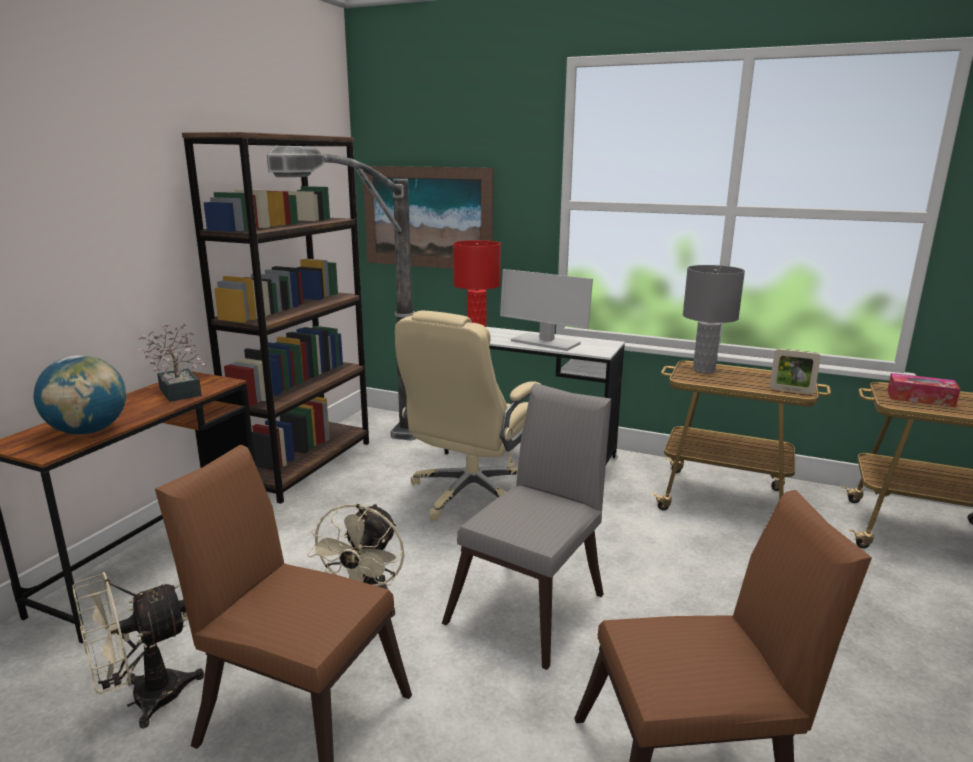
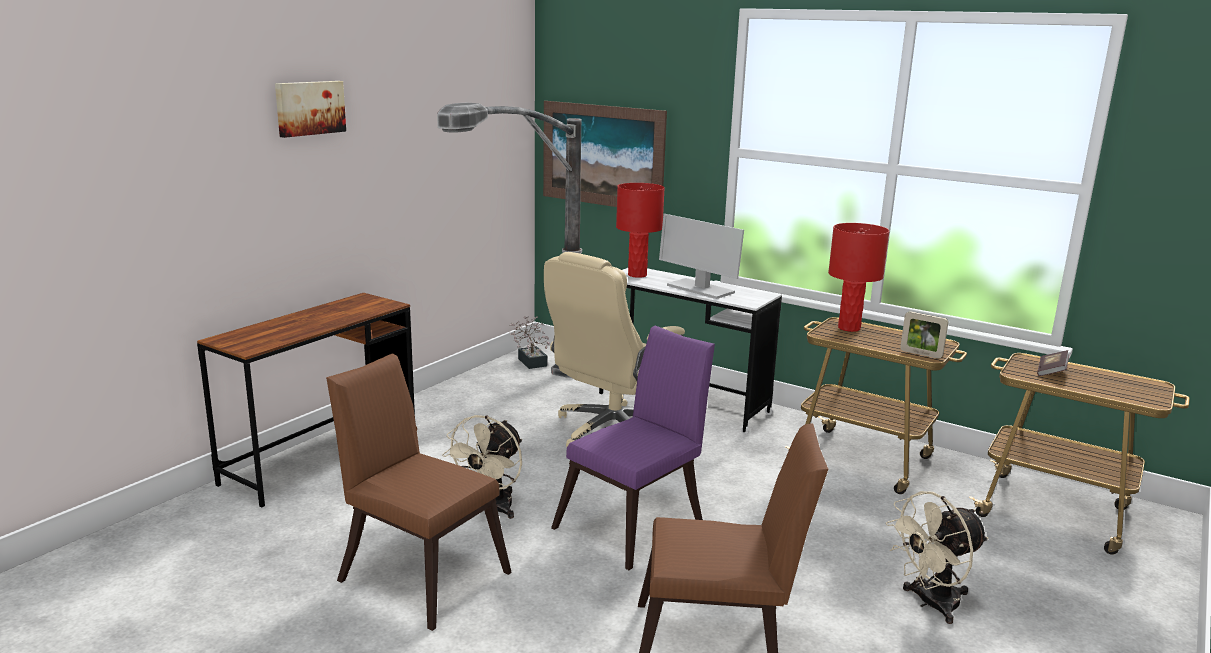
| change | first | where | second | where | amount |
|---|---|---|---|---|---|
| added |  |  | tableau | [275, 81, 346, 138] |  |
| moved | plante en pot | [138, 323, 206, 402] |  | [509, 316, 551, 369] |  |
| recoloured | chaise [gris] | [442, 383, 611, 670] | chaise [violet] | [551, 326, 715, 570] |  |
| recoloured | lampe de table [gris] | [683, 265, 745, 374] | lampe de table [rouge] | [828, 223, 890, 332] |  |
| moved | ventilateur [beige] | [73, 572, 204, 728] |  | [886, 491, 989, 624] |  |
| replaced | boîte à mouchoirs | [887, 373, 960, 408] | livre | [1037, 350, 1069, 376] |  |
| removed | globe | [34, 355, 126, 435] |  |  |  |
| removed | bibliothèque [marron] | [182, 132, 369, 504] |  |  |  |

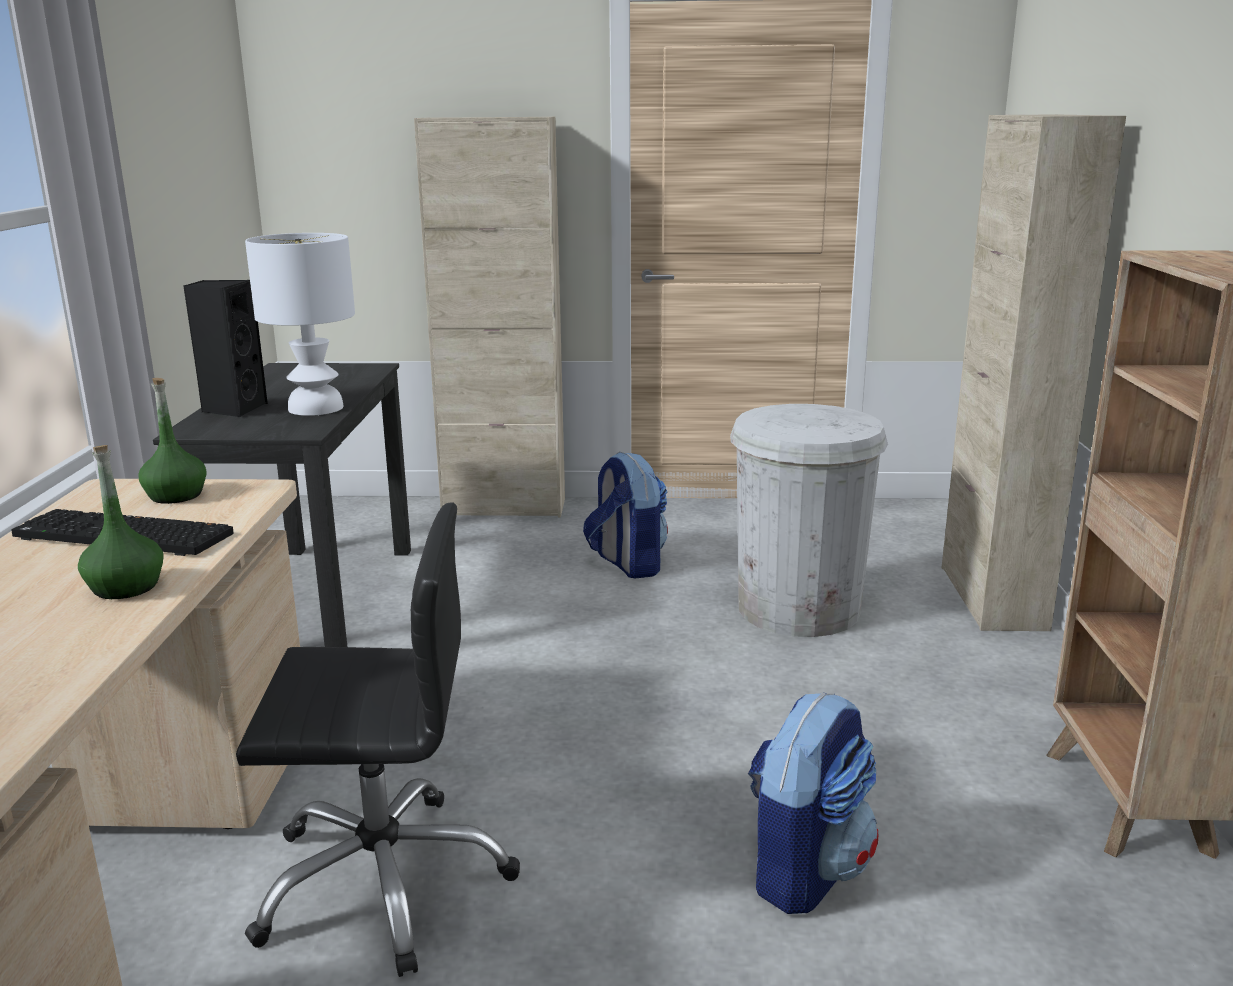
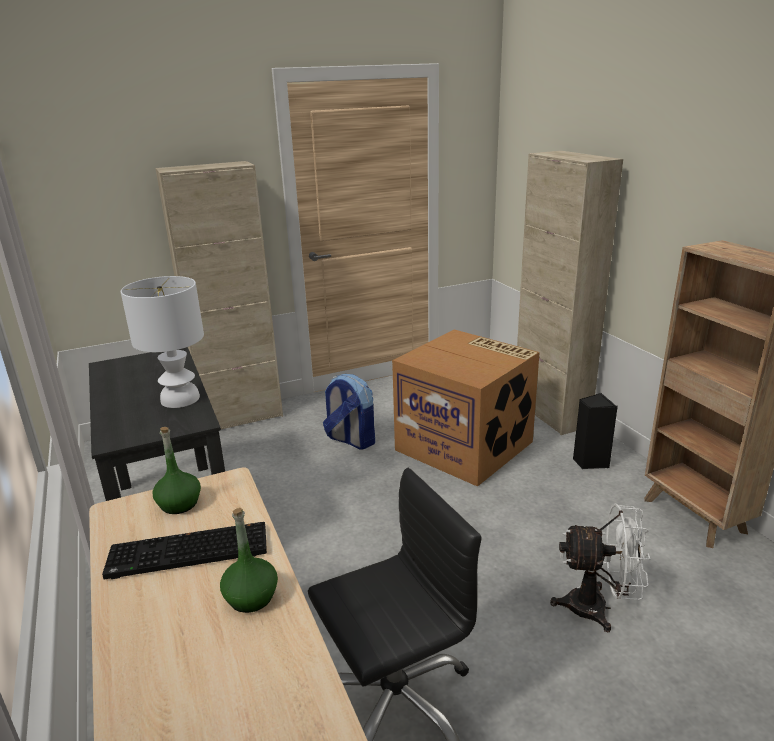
| change | first | where | second | where | amount |
|---|---|---|---|---|---|
| replaced | poubelle [blanc] | [730, 404, 888, 637] | carton | [392, 329, 540, 487] |  |
| replaced | sac à dos | [748, 692, 878, 914] | ventilateur [blanc] | [550, 503, 651, 633] |  |
| moved | enceinte [noir] | [183, 280, 268, 417] |  | [573, 393, 618, 469] |  |

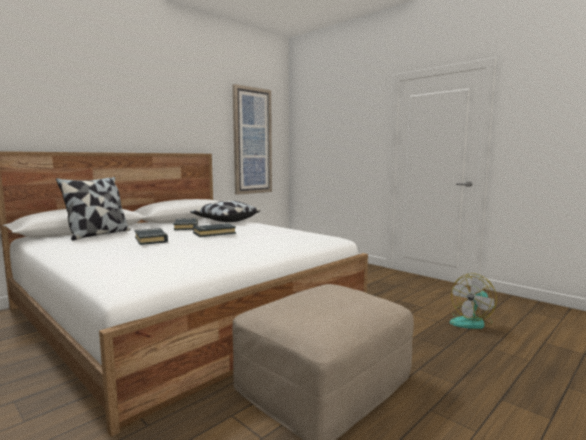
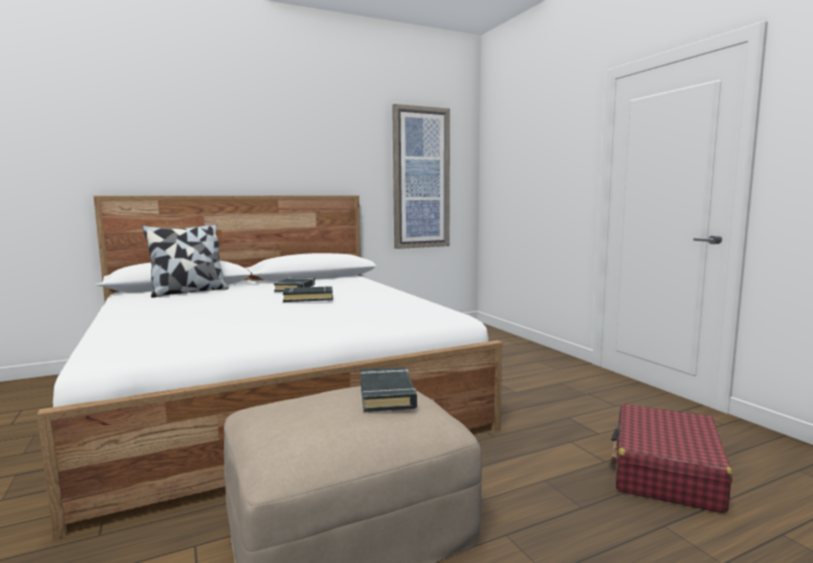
| change | first | where | second | where | amount |
|---|---|---|---|---|---|
| moved | livre [noir] | [135, 228, 168, 245] |  | [360, 367, 417, 412] |  |
| replaced | ventilateur | [450, 274, 497, 329] | valise [rouge] | [611, 404, 732, 513] |  |
| removed | coussin | [190, 201, 260, 222] |  |  |  |

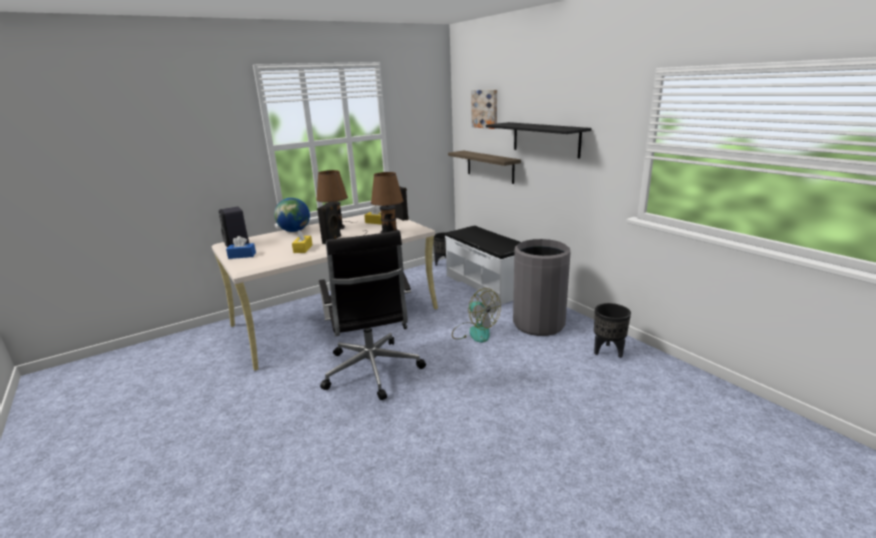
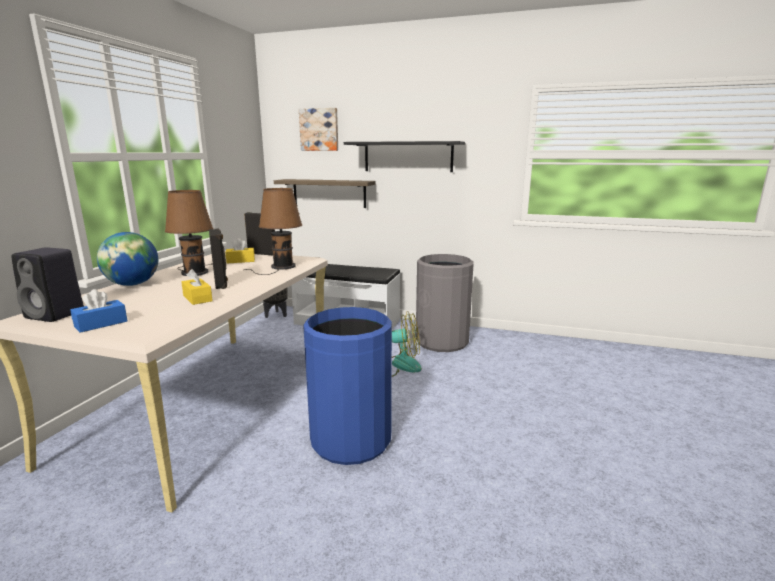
| change | first | where | second | where | amount |
|---|---|---|---|---|---|
| replaced | chaise de bureau [noir] | [319, 230, 426, 400] | poubelle [bleu] | [303, 307, 392, 465] |  |
| removed | cache-pot [noir] | [594, 303, 631, 358] |  |  |  |

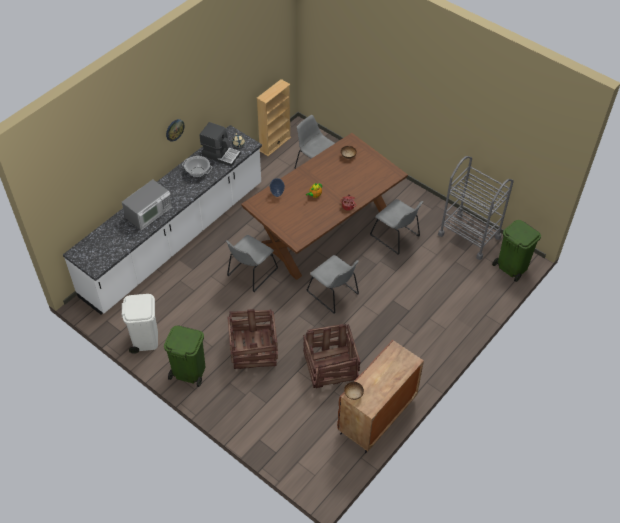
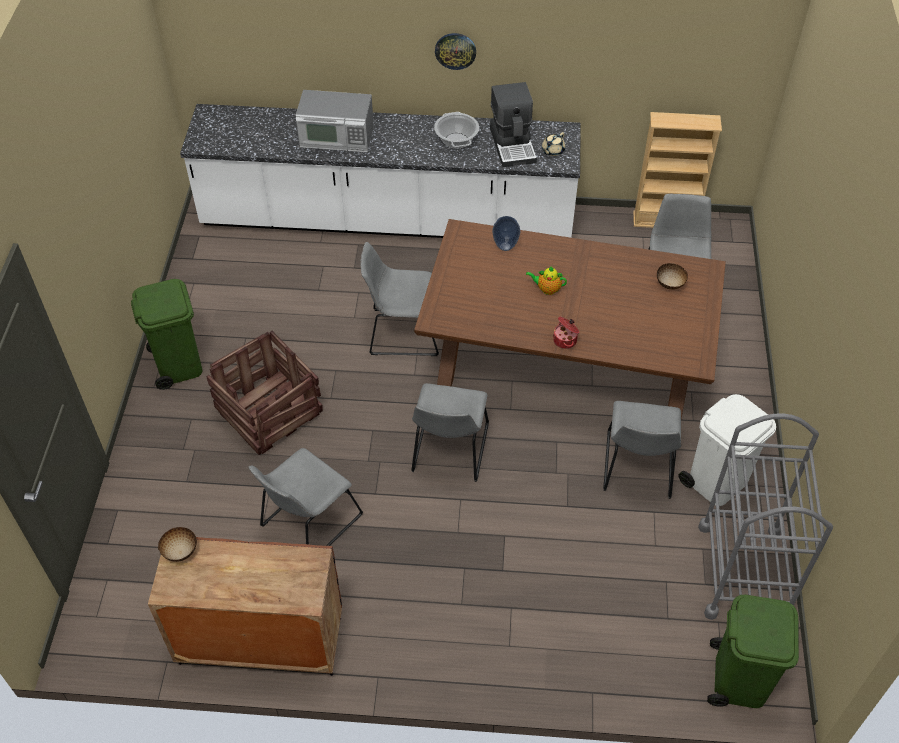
| change | first | where | second | where | amount |
|---|---|---|---|---|---|
| replaced | caisse | [303, 324, 360, 388] | chaise [gris] | [248, 448, 363, 546] |  |
| moved | poubelle [blanc] | [122, 294, 158, 354] |  | [679, 394, 776, 506] |  |

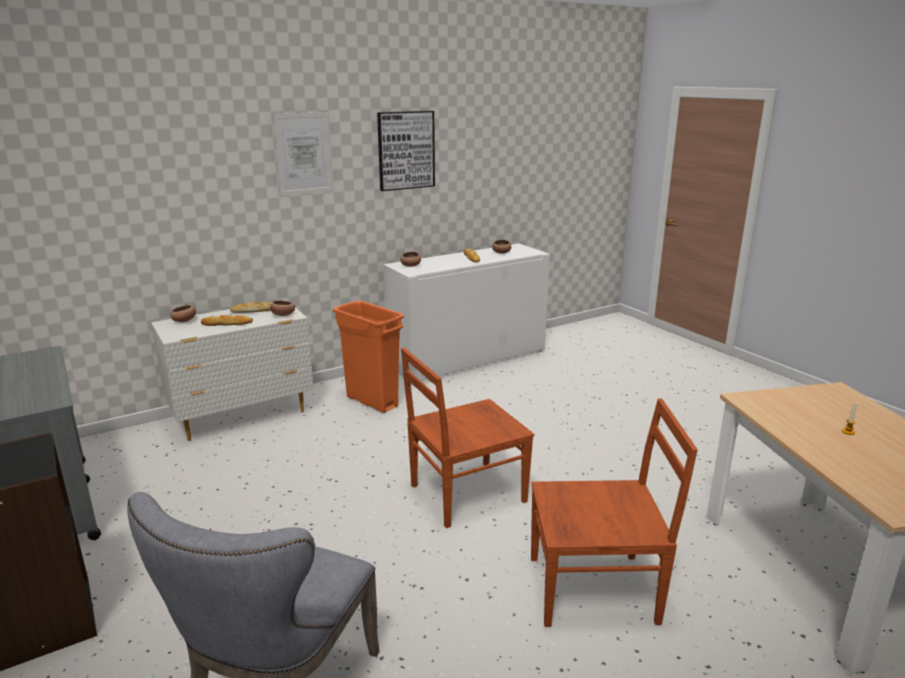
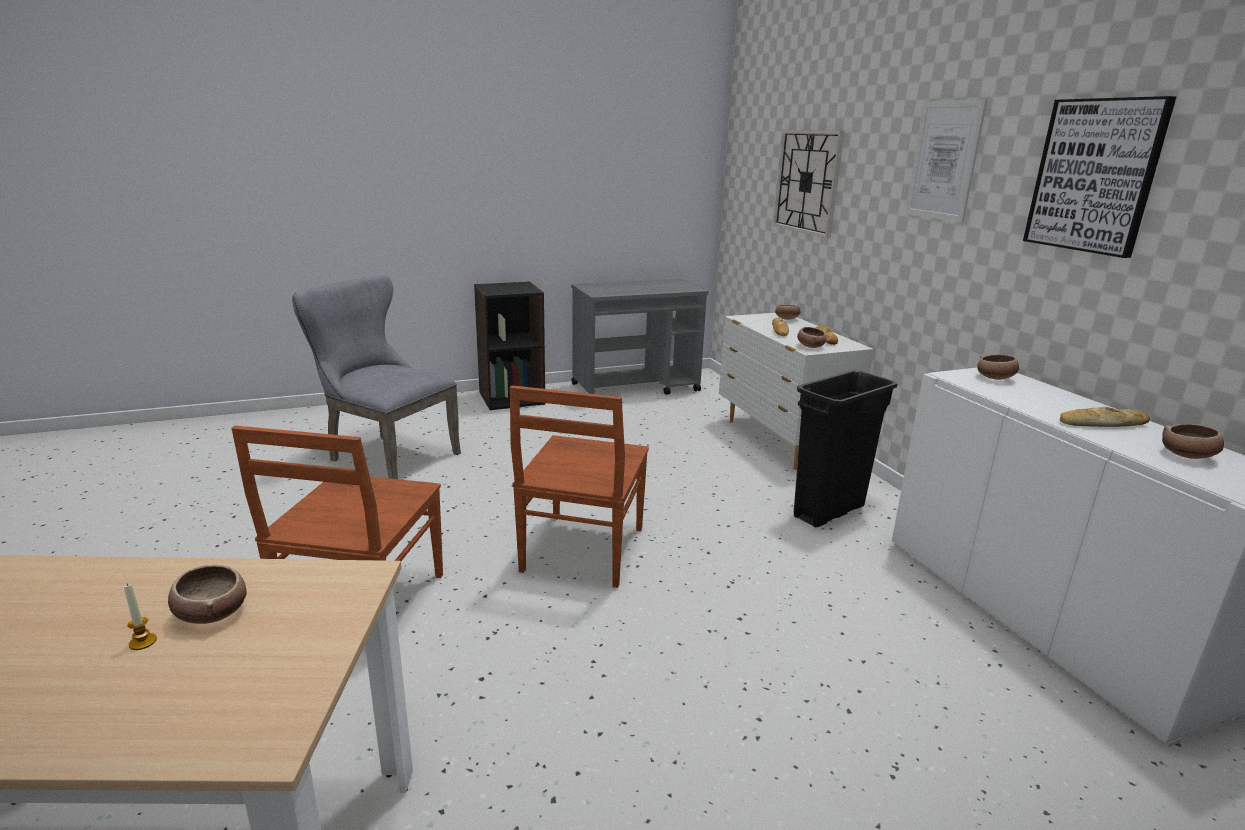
| change | first | where | second | where | amount |
|---|---|---|---|---|---|
| added |  |  | bol | [168, 565, 247, 624] |  |
| turned | chaise [marron] | [401, 347, 534, 528] |  | [510, 385, 649, 588] | 150 degrees counterclockwise |
| added |  |  | horloge murale | [773, 130, 844, 238] |  |
| recoloured | poubelle [orange] | [333, 301, 404, 413] | poubelle [noir] | [794, 370, 897, 527] |  |

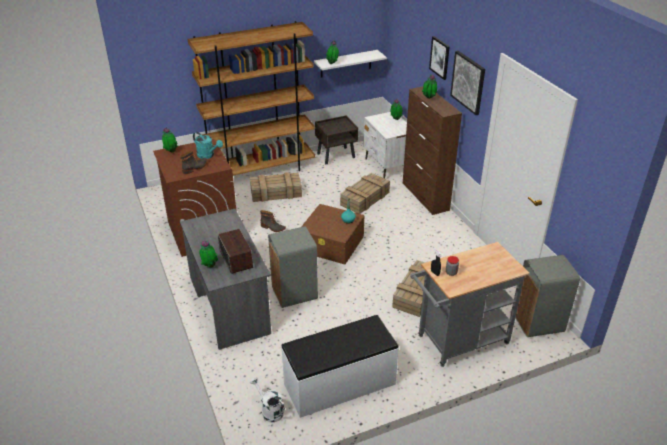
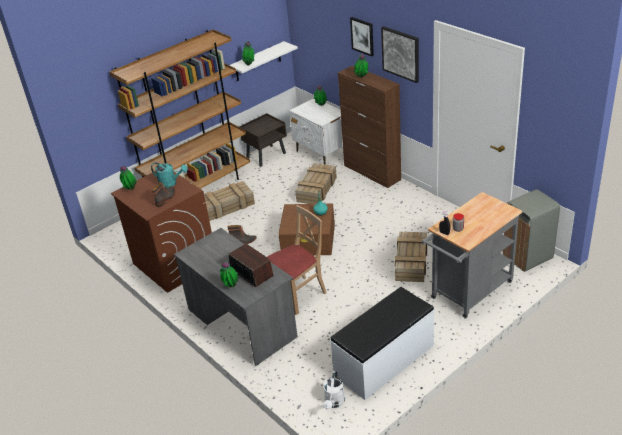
| change | first | where | second | where | amount |
|---|---|---|---|---|---|
| replaced | poubelle [gris] | [268, 226, 318, 308] | chaise [beige] | [267, 205, 326, 315] |  |
| turned | arrosoir [blanc] | [250, 377, 285, 422] |  | [323, 371, 345, 410] | 105 degrees counterclockwise |

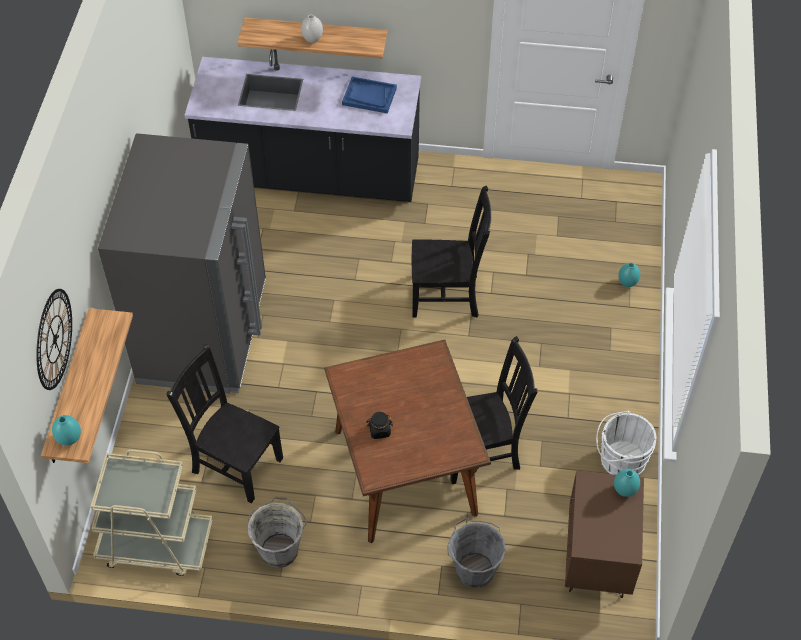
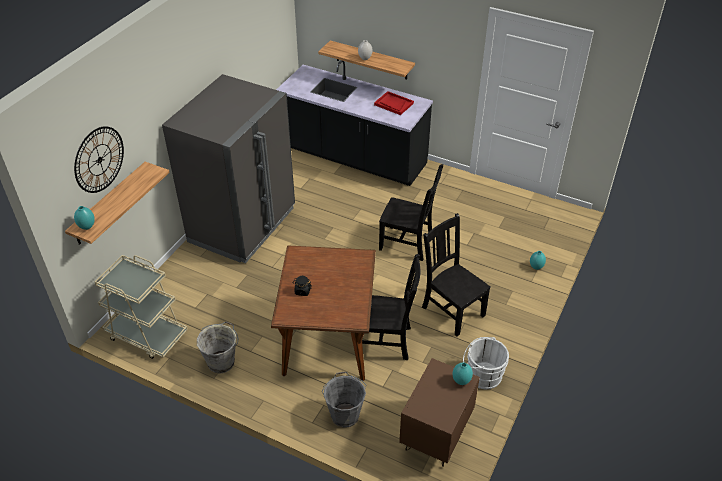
| change | first | where | second | where | amount |
|---|---|---|---|---|---|
| recoloured | plateau [bleu] | [342, 77, 397, 113] | plateau [rouge] | [374, 91, 414, 115] |  |
| moved | chaise [noir] | [166, 344, 283, 503] |  | [422, 213, 491, 336] |  |

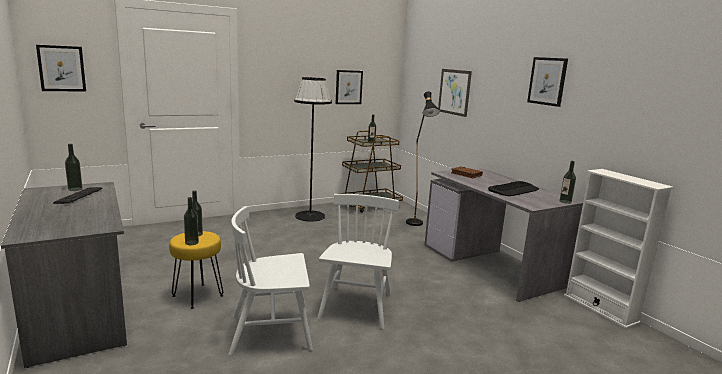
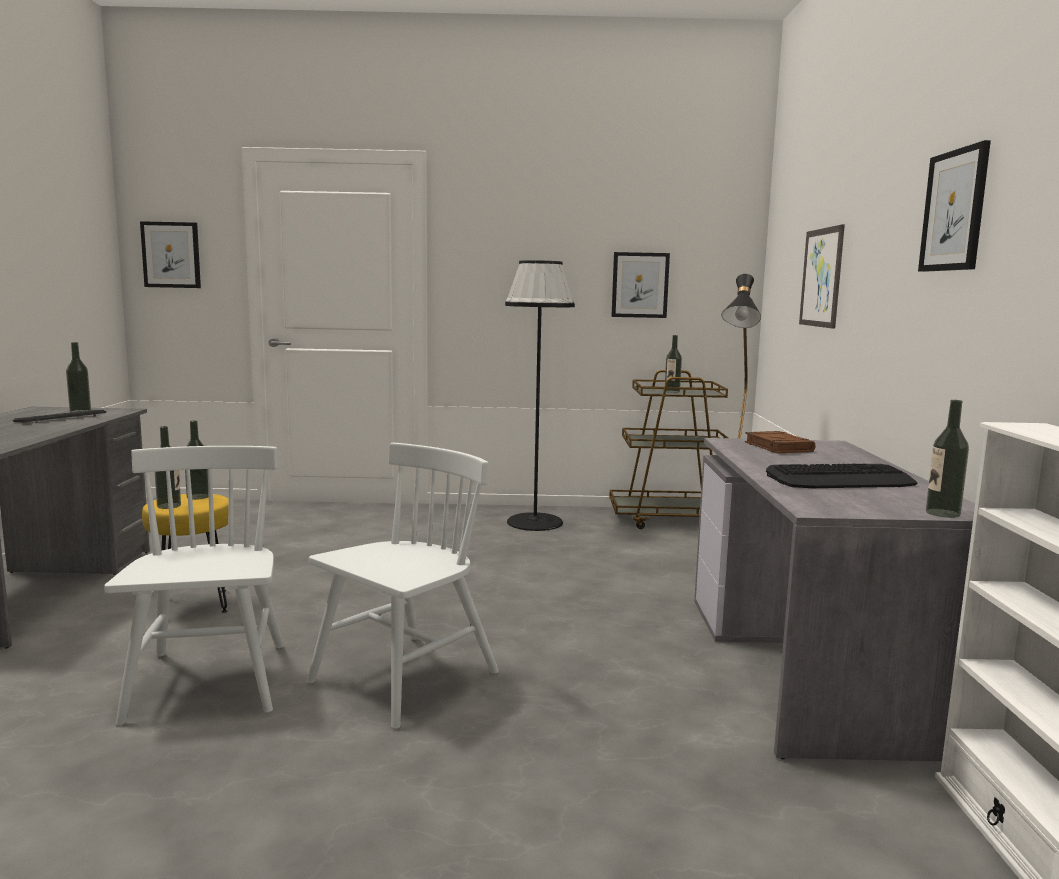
| change | first | where | second | where | amount |
|---|---|---|---|---|---|
| turned | chaise [blanc] | [229, 206, 313, 356] |  | [104, 446, 284, 725] | 60 degrees clockwise |

